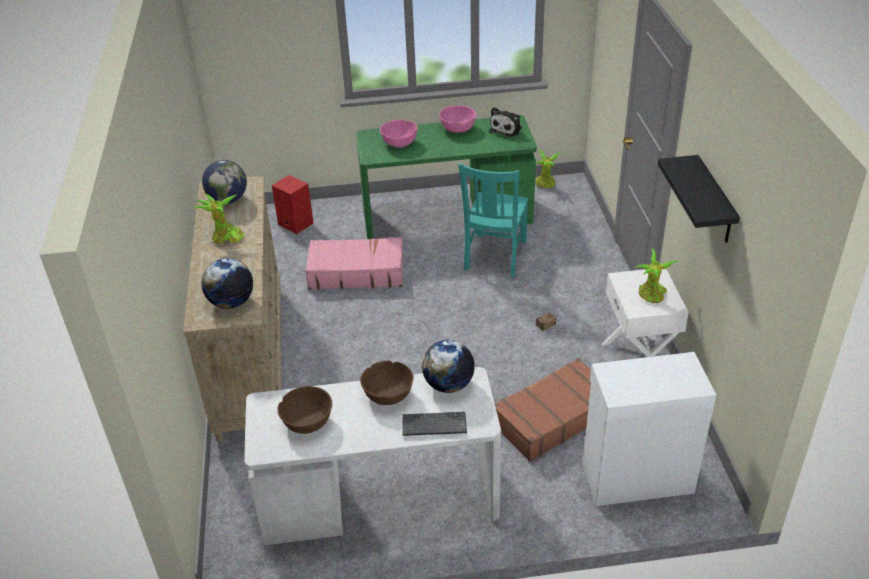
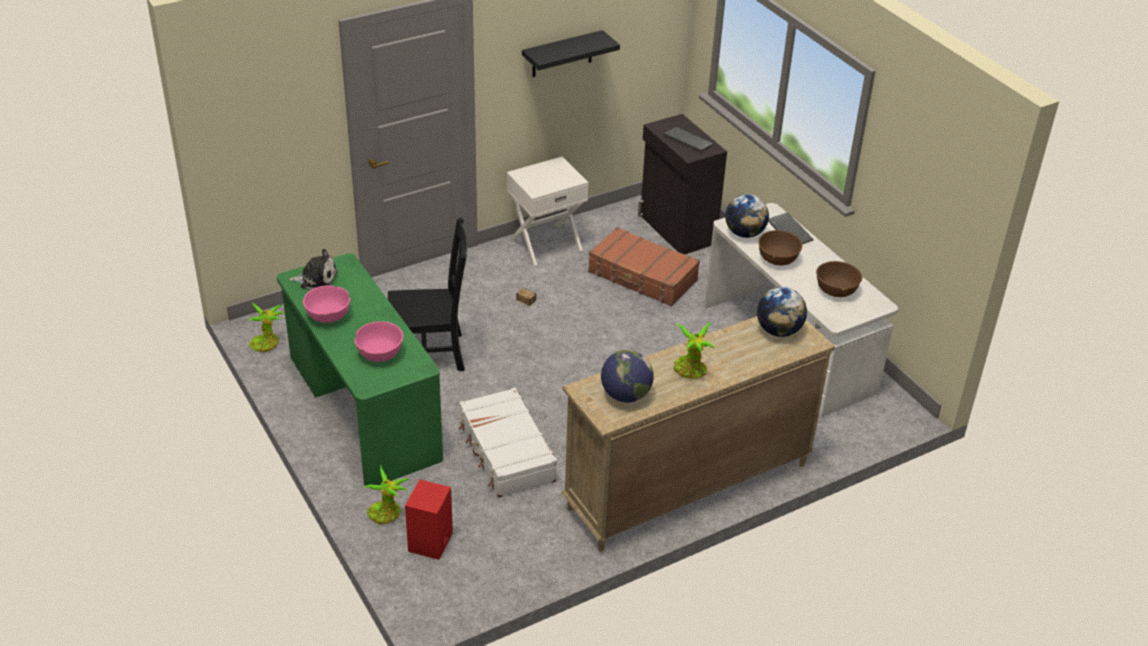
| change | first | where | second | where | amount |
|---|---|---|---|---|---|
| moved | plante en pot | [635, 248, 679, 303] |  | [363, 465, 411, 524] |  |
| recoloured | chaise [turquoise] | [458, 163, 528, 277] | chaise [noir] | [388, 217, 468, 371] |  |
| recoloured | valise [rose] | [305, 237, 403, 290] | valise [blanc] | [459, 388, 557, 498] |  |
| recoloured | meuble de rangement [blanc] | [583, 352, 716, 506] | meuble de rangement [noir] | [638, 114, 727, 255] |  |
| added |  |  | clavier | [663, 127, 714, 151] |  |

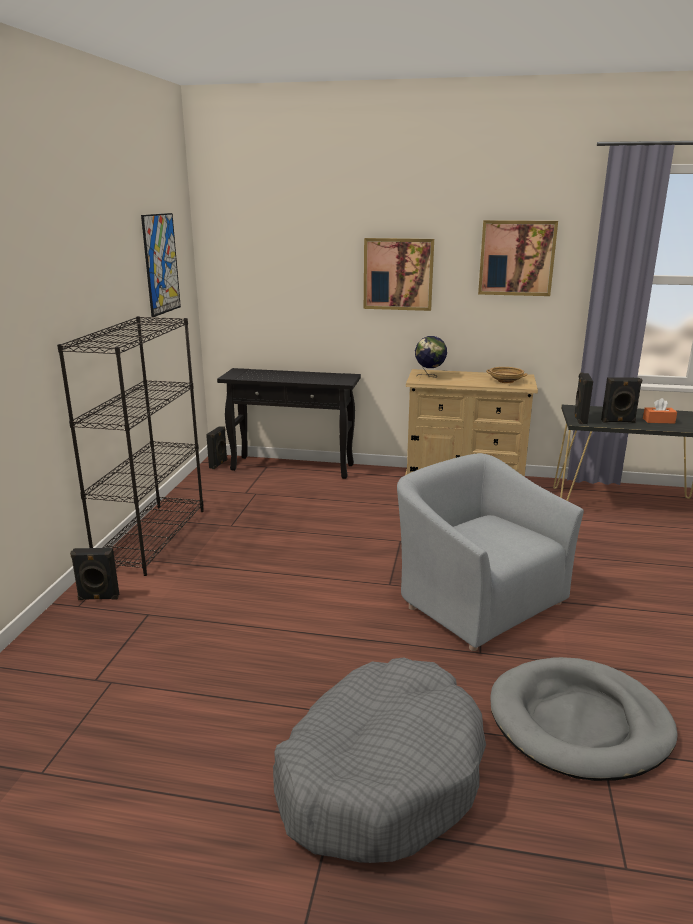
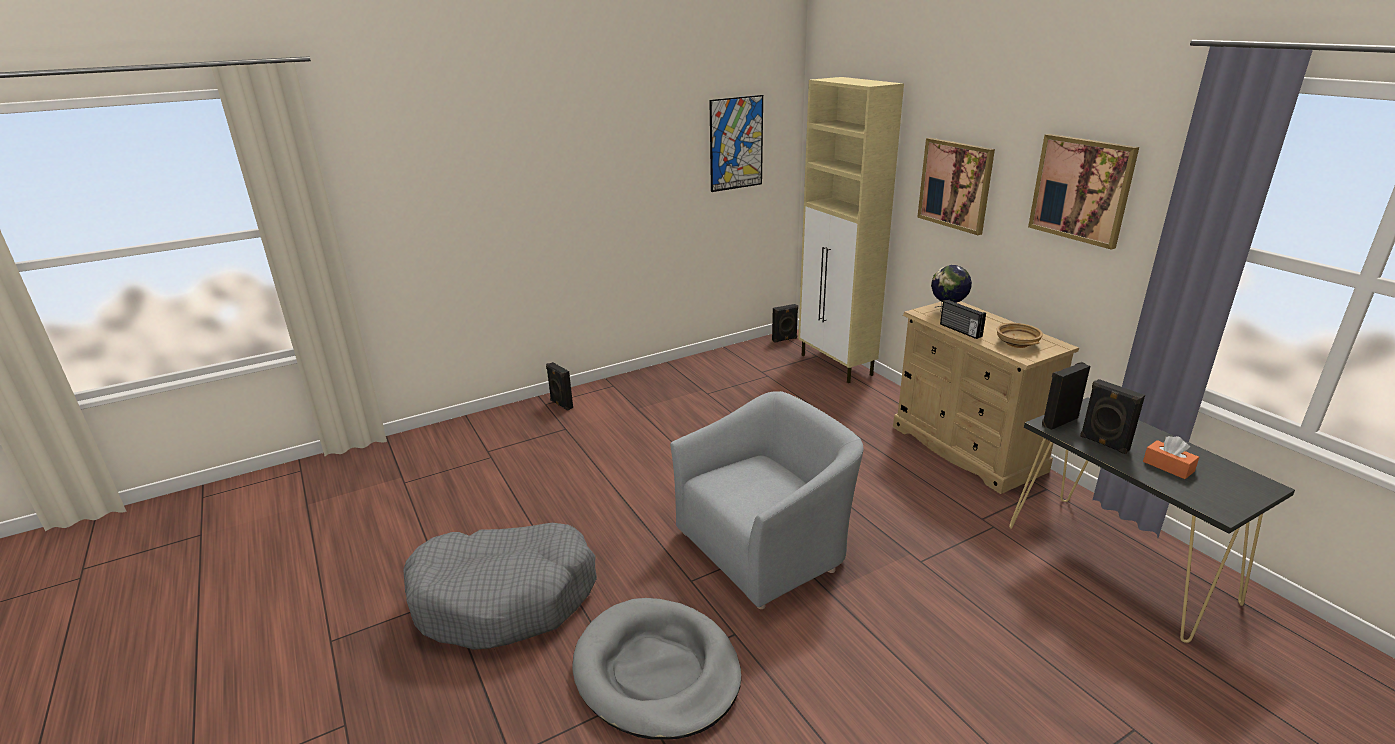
| change | first | where | second | where | amount |
|---|---|---|---|---|---|
| turned | fauteuil [gris] | [397, 453, 584, 651] |  | [670, 391, 863, 609] | 45 degrees clockwise |
| replaced | table console [noir] | [217, 368, 361, 479] | meuble de rangement [beige] | [798, 77, 904, 383] |  |
| added |  |  | radio | [940, 299, 986, 339] |  |
| removed | bibliothèque [noir] | [57, 316, 204, 576] |  |  |  |

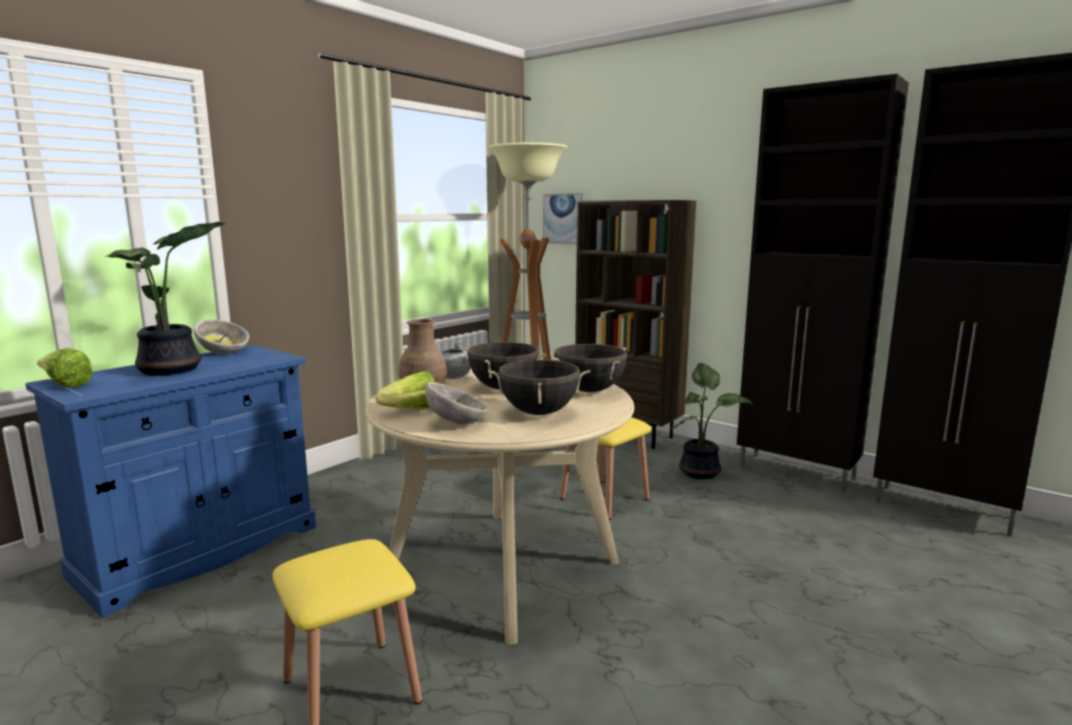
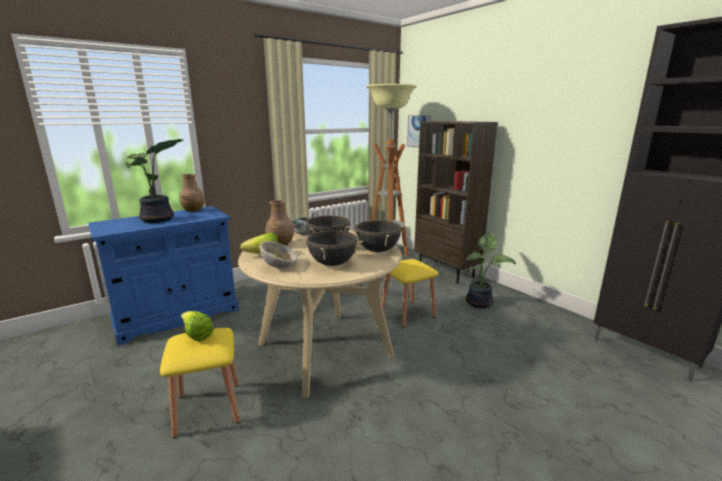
| change | first | where | second | where | amount |
|---|---|---|---|---|---|
| replaced | bol | [194, 319, 249, 354] | vase [marron] | [179, 174, 205, 212] |  |
| moved | laitue | [37, 348, 93, 388] |  | [181, 311, 214, 341] |  |
| removed | meuble de rangement [noir] | [737, 74, 909, 493] |  |  |  |

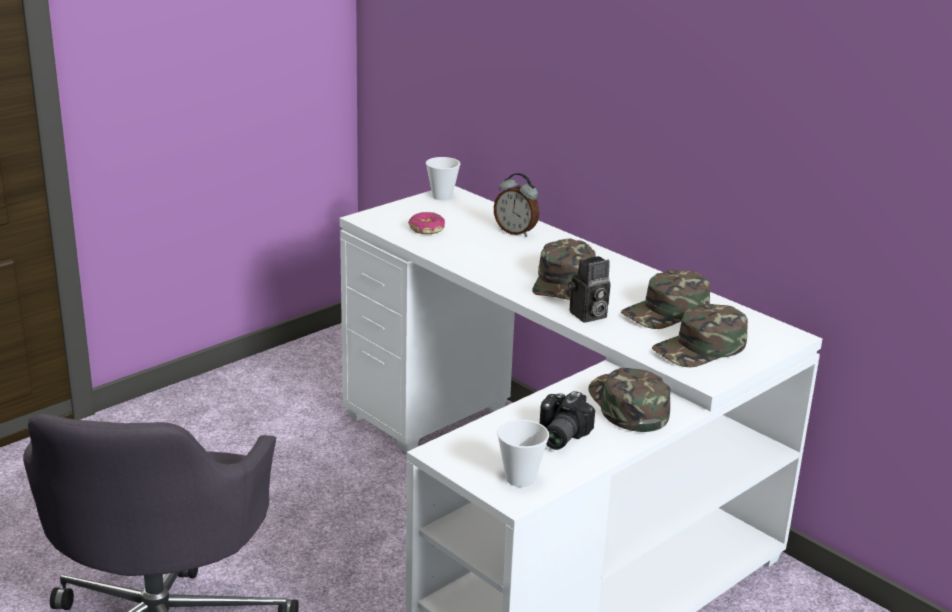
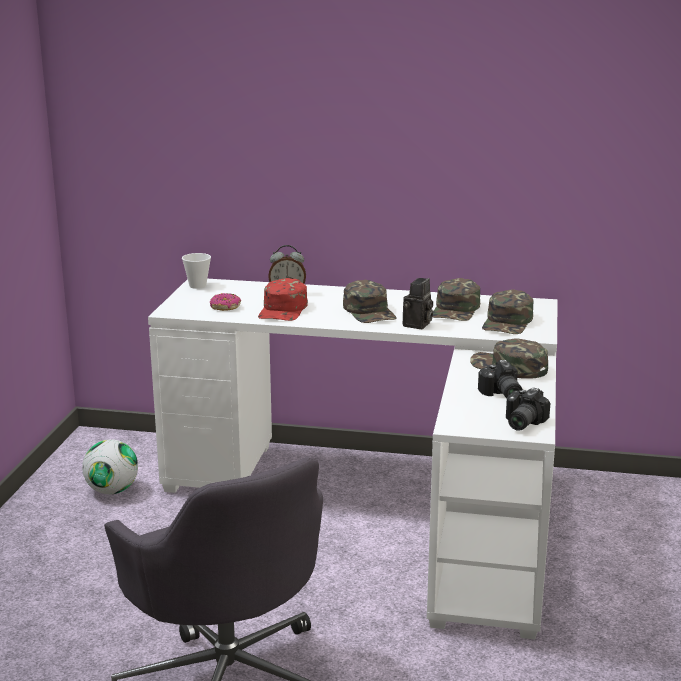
| change | first | where | second | where | amount |
|---|---|---|---|---|---|
| added |  |  | ballon de foot | [82, 439, 138, 494] |  |
| added |  |  | casquette [rouge] | [258, 278, 308, 321] |  |
| replaced | tasse | [497, 420, 549, 487] | appareil photo | [506, 388, 550, 431] |  |

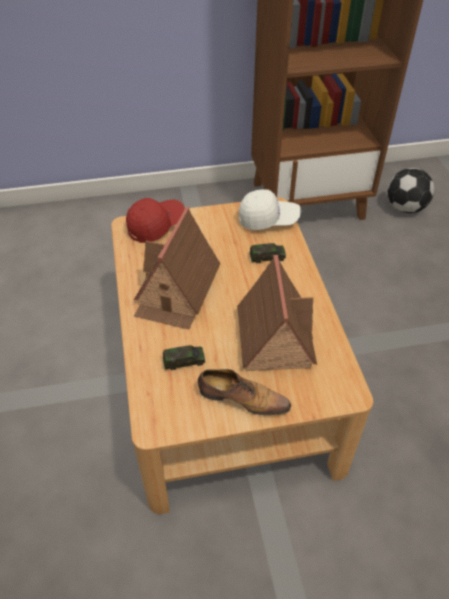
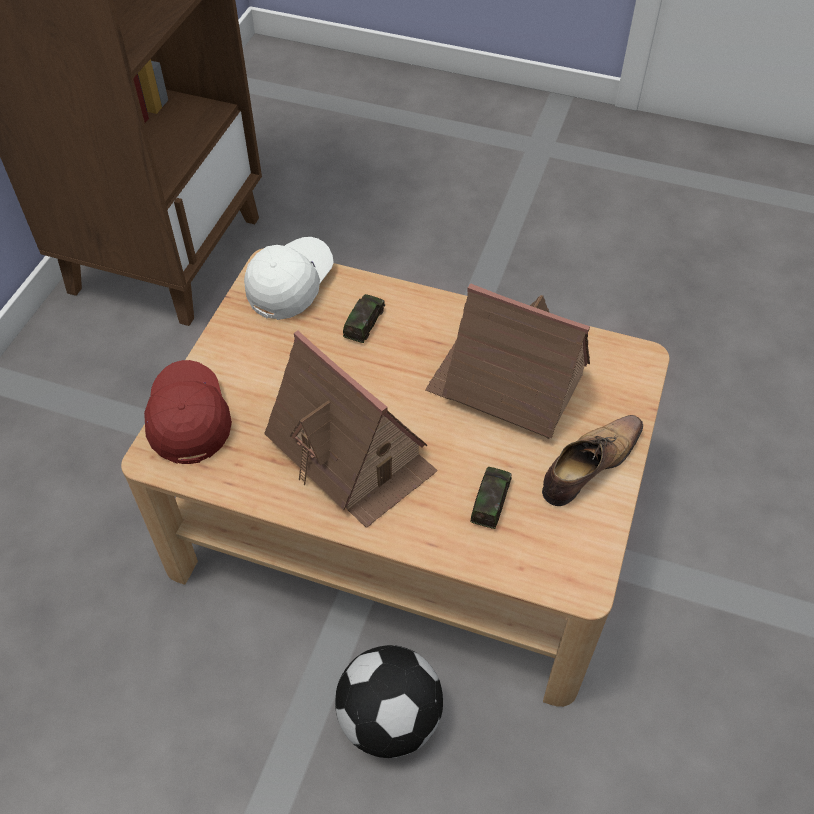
| change | first | where | second | where | amount |
|---|---|---|---|---|---|
| moved | ballon de foot | [387, 168, 434, 213] |  | [335, 645, 443, 758] |  |

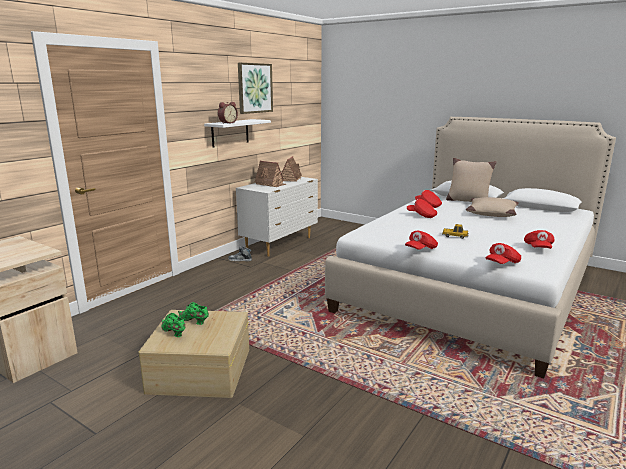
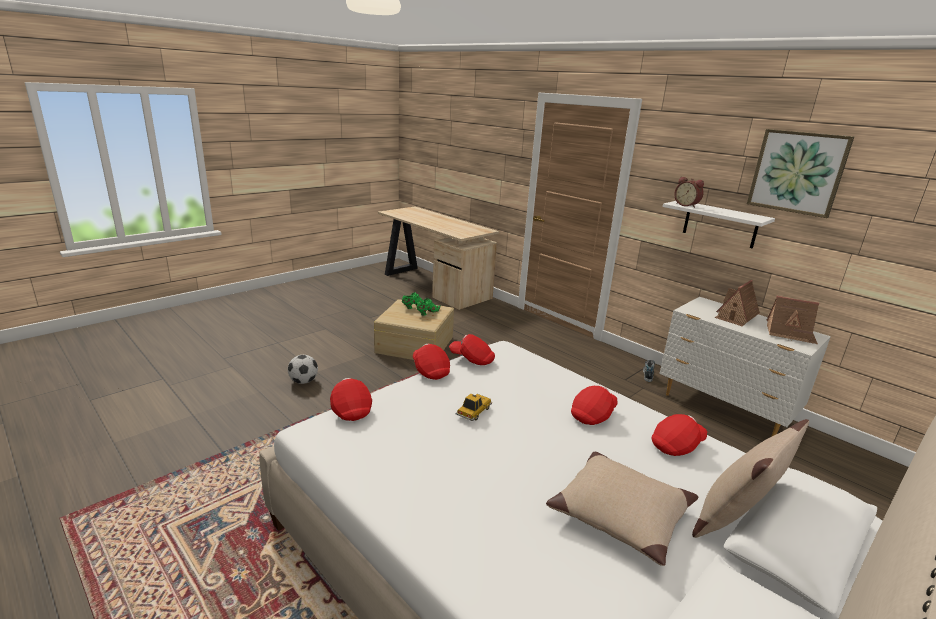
| change | first | where | second | where | amount |
|---|---|---|---|---|---|
| added |  |  | ballon de foot | [288, 355, 318, 384] |  |
| moved | casquette [rouge] | [524, 230, 555, 249] |  | [449, 334, 495, 365] |  |

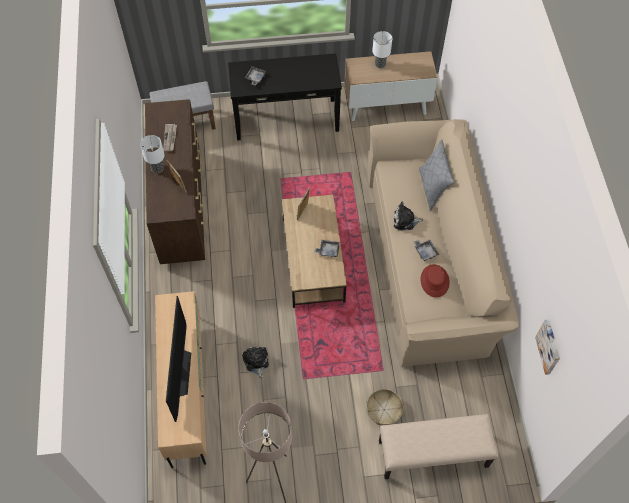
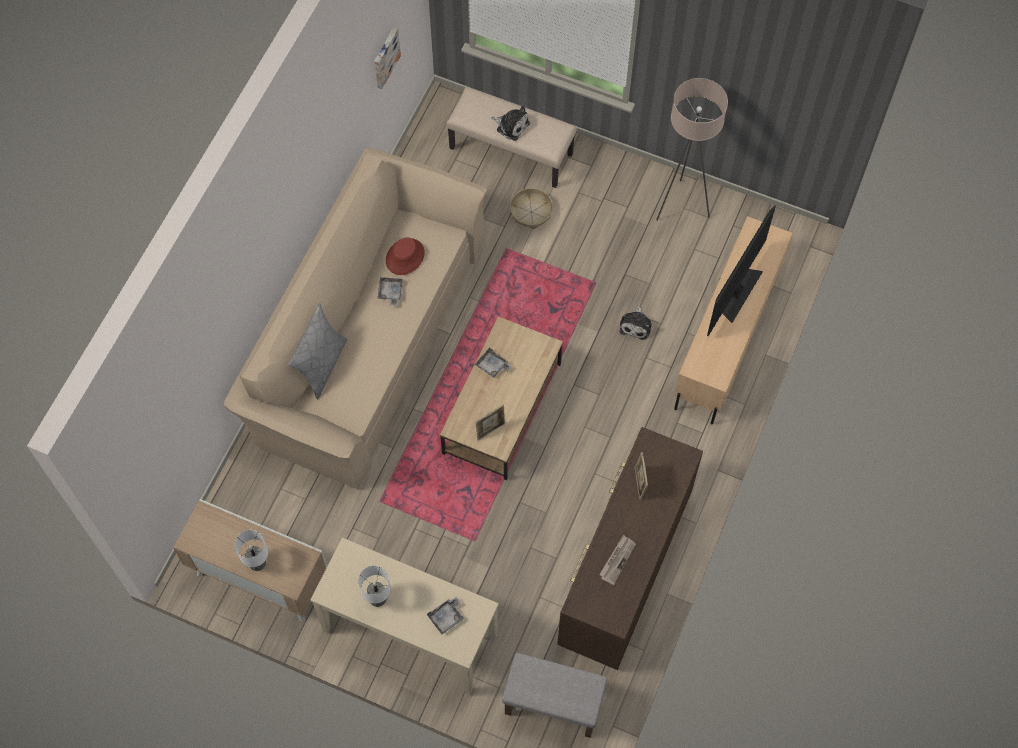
| change | first | where | second | where | amount |
|---|---|---|---|---|---|
| recoloured | table console [noir] | [228, 53, 342, 141] | table console [beige] | [310, 537, 499, 695] |  |
| moved | lampe de table | [140, 135, 165, 173] |  | [358, 566, 391, 607] |  |
| moved | peluche | [394, 201, 423, 231] |  | [491, 106, 530, 141] |  |

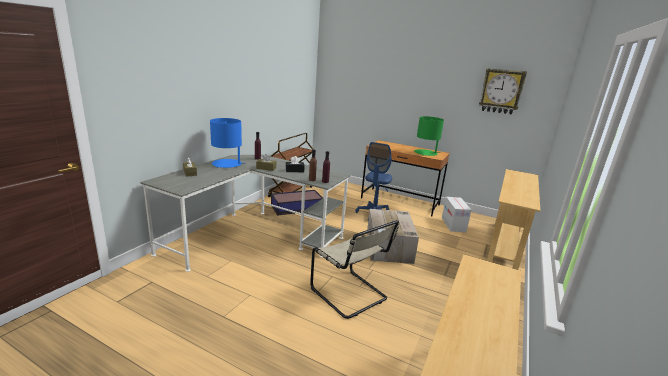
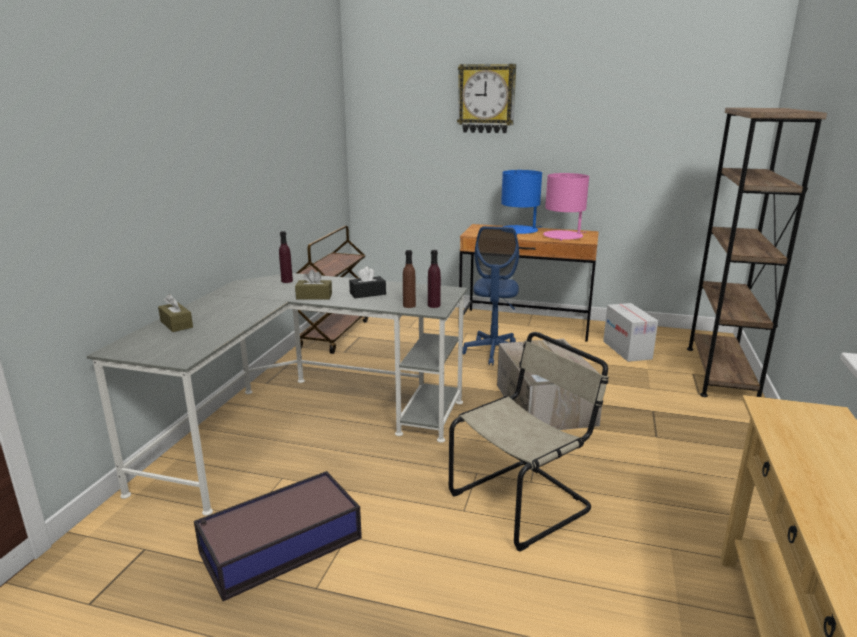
| change | first | where | second | where | amount |
|---|---|---|---|---|---|
| moved | boîte de rangement | [271, 190, 323, 216] |  | [194, 471, 362, 601] |  |
| turned | chaise [beige] | [310, 220, 399, 319] |  | [449, 332, 609, 552] | 75 degrees counterclockwise |
| moved | horloge murale | [479, 68, 527, 115] |  | [457, 64, 516, 133] |  |
| moved | lampe de table [bleu] | [210, 118, 242, 168] |  | [501, 170, 542, 234] |  |
| recoloured | lampe de table [vert] | [414, 116, 444, 156] | lampe de table [rose] | [543, 173, 589, 241] |  |
| replaced | table console [beige] | [487, 169, 540, 270] | bibliothèque [marron] | [687, 108, 827, 397] |  |

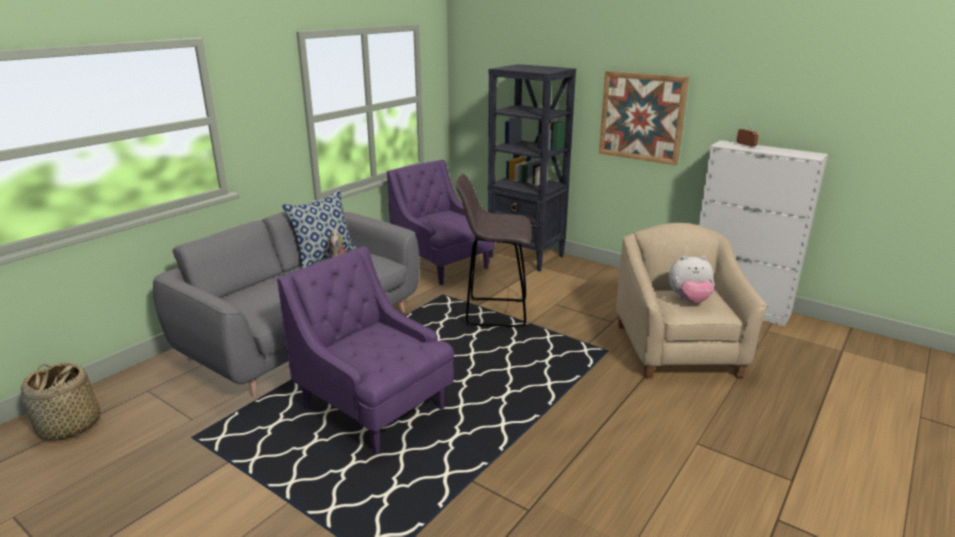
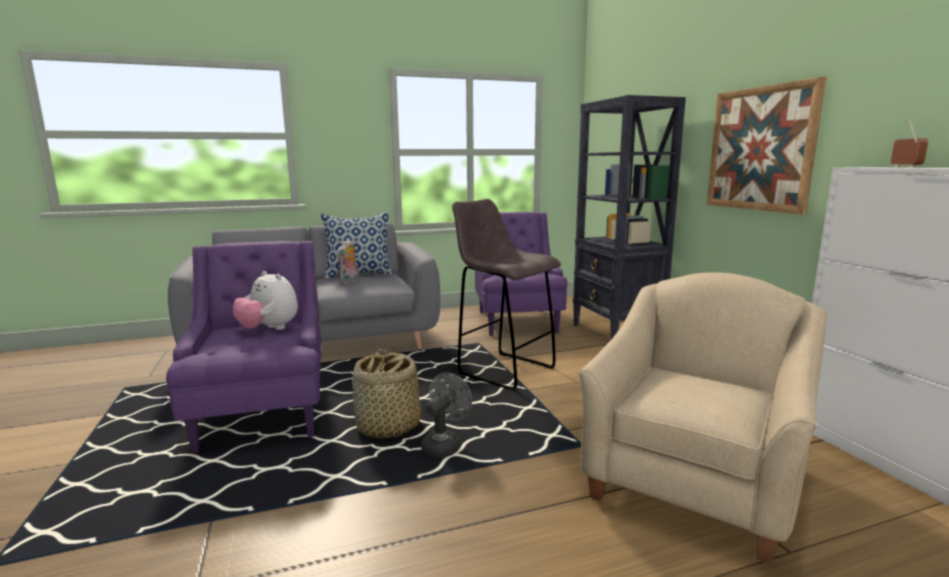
| change | first | where | second | where | amount |
|---|---|---|---|---|---|
| moved | peluche | [668, 256, 715, 304] |  | [233, 271, 298, 330] |  |
| moved | panier | [21, 362, 100, 441] |  | [352, 349, 421, 438] |  |
| added |  |  | ventilateur [gris] | [421, 372, 472, 458] |  |

